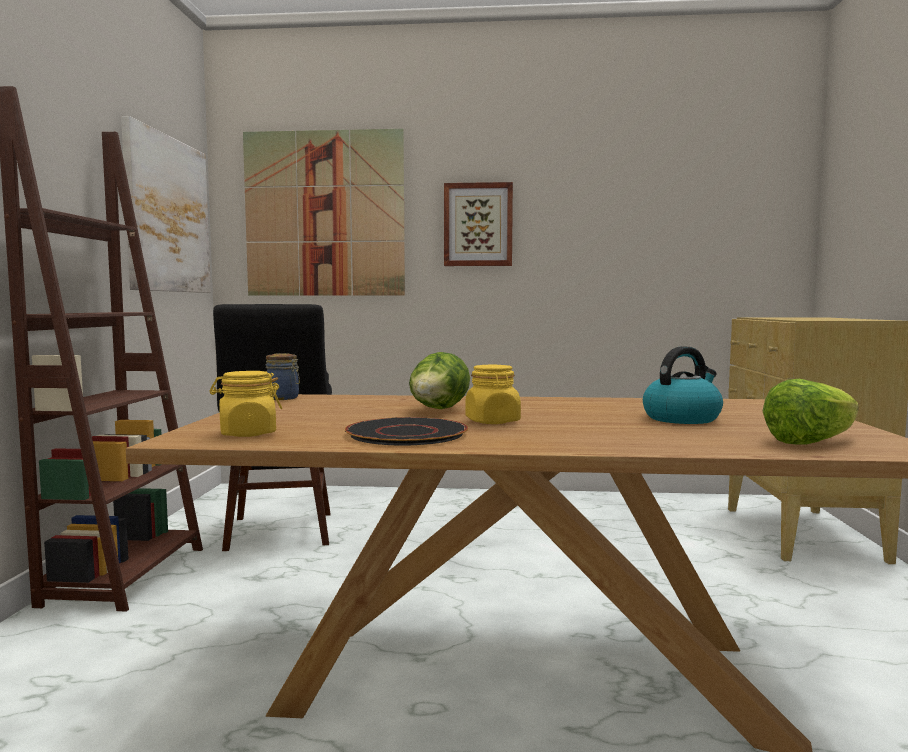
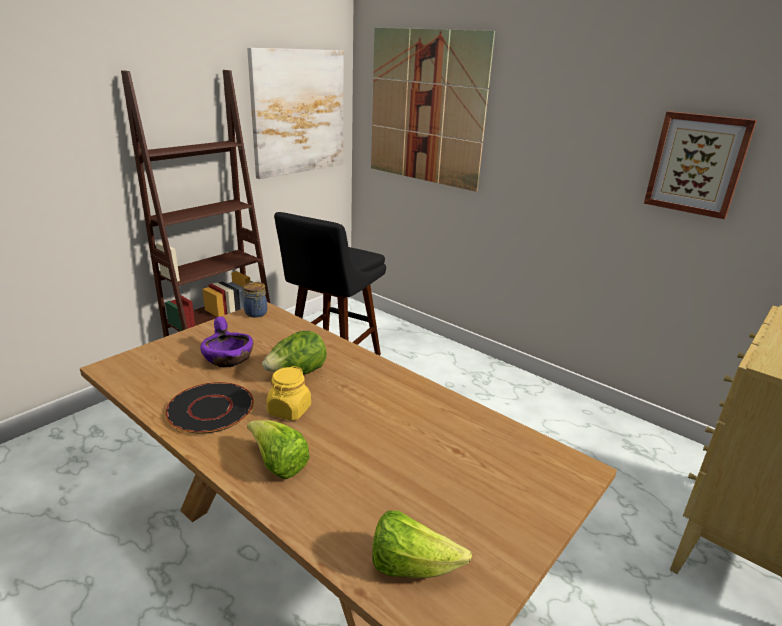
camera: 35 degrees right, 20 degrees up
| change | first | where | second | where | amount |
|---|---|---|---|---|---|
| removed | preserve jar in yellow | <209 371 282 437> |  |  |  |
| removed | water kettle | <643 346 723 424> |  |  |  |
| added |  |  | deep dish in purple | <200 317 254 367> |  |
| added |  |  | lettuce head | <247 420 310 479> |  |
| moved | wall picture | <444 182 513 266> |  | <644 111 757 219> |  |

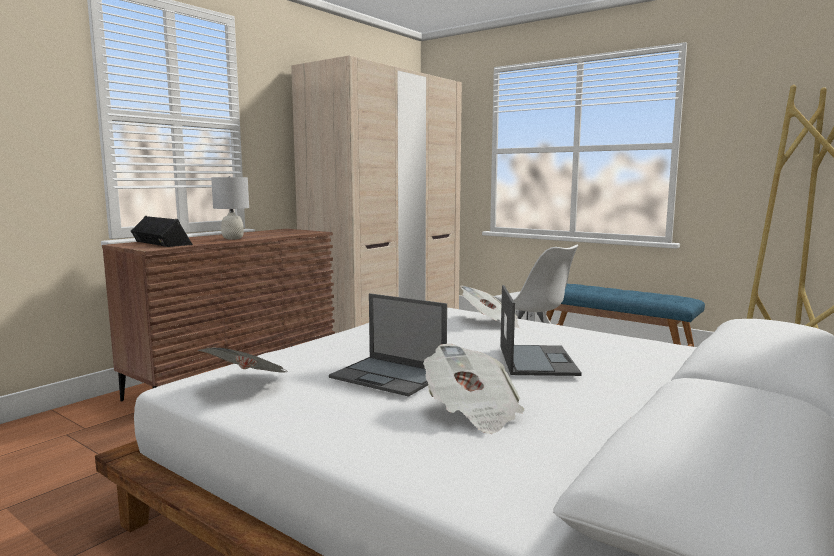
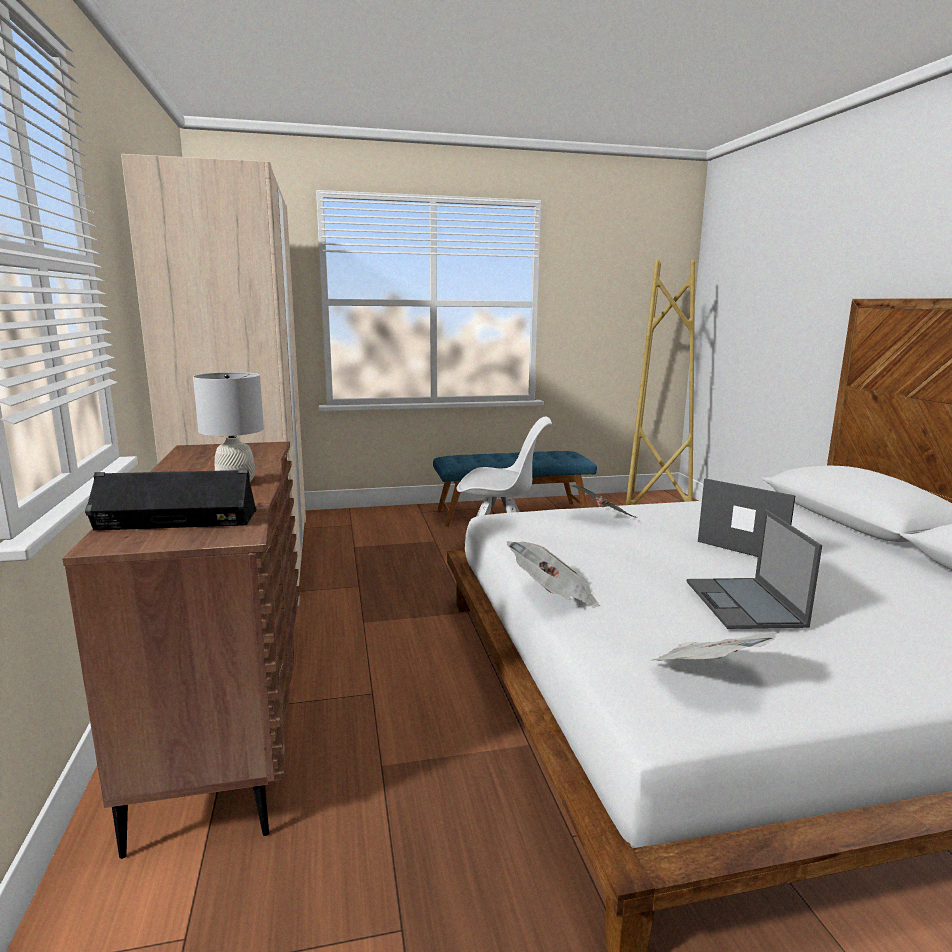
camera: 50 degrees left, 5 degrees up
| change | first | where | second | where | amount |
|---|---|---|---|---|---|
| moved | printed paper | <423 344 524 434> |  | <507 541 600 607> |  |
| turned | notebook computer | <329 293 447 397> |  | <687 509 822 629> | 105 degrees clockwise |

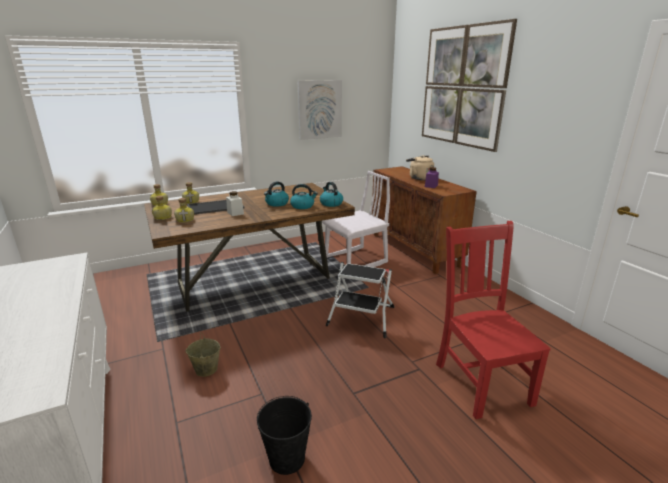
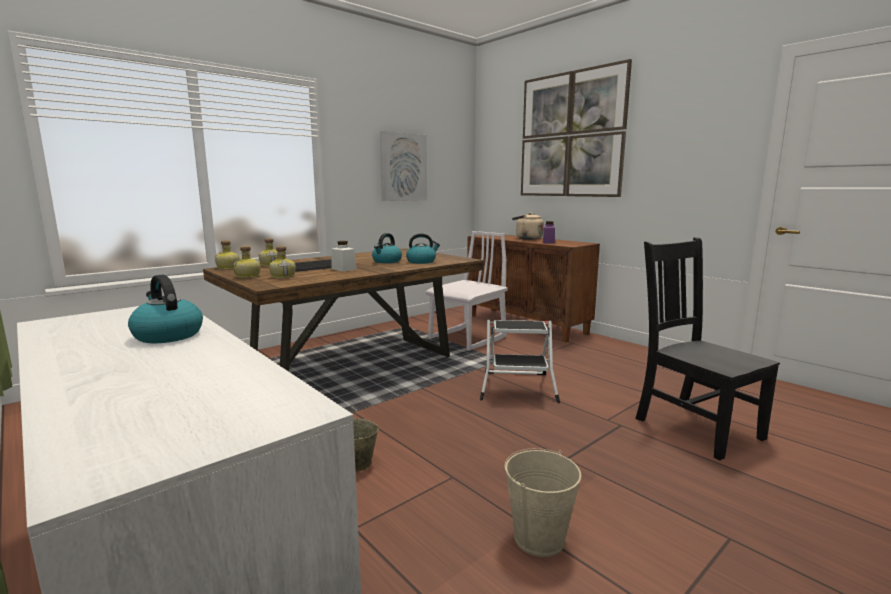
camera: 15 degrees left, 10 degrees down
| change | first | where | second | where | amount |
|---|---|---|---|---|---|
| moved | water kettle | <320 182 343 207> |  | <128 275 203 343> |  |
| recoloured | pail in black | <257 396 312 475> | pail in beige-coloured | <505 448 581 557> |  |
| recoloured | chair in red-coloured | <436 221 551 419> | chair in black | <635 237 780 461> |  |

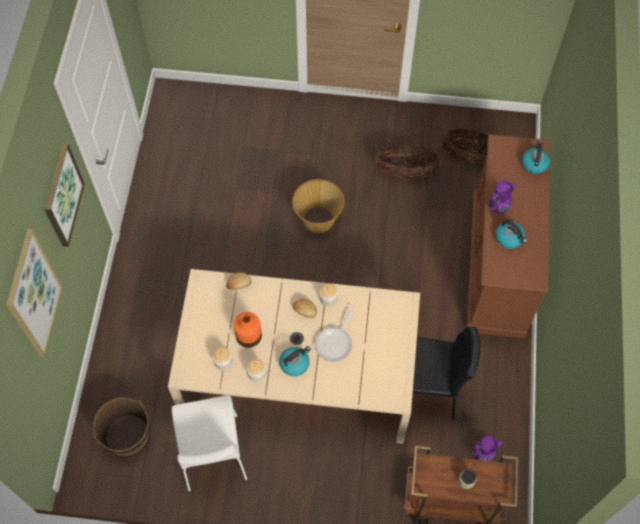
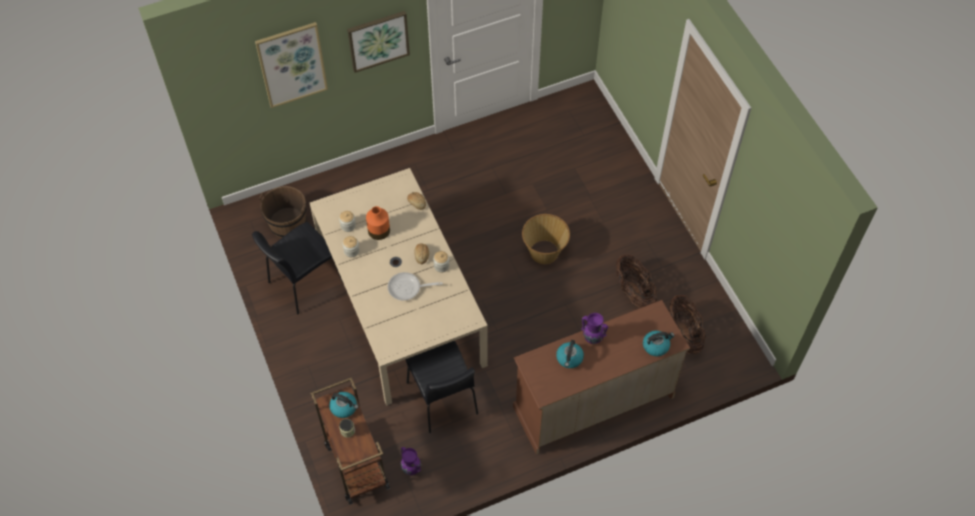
camera: 60 degrees right, 5 degrees down
| change | first | where | second | where | amount |
|---|---|---|---|---|---|
| moved | water kettle | <279 346 311 376> |  | <329 392 359 418> |  |
| recoloured | chair in white-coloured | <172 395 247 491> | chair in black | <252 222 343 314> |  |

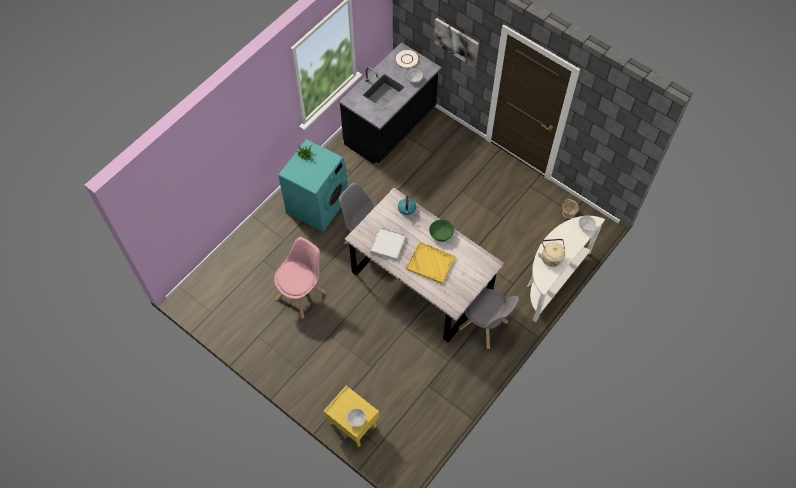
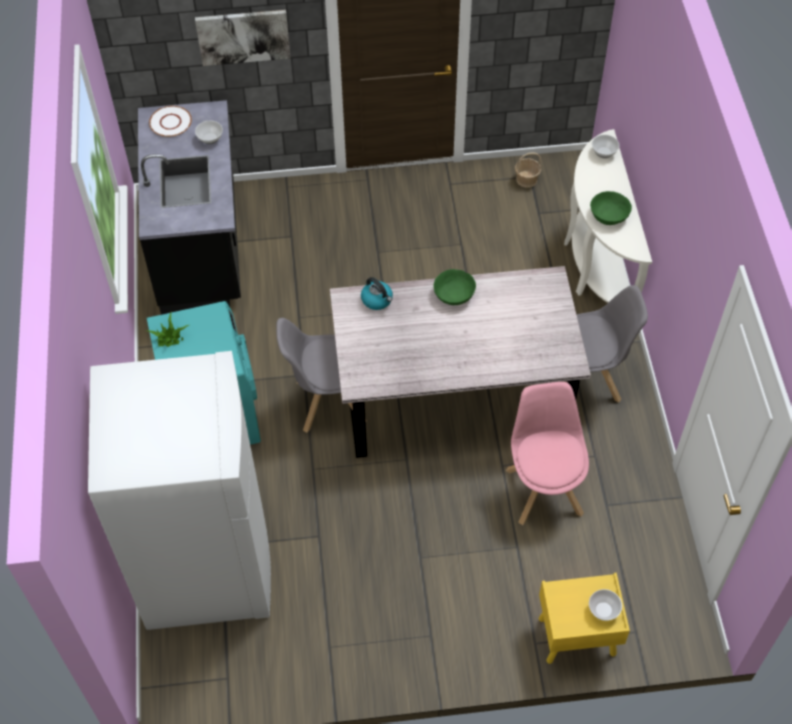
camera: 45 degrees left, 5 degrees down
| change | first | where | second | where | amount |
|---|---|---|---|---|---|
| removed | serving tray in white-coloured | <370 227 406 260> |  |  |  |
| removed | serving tray in yellow | <406 242 456 284> |  |  |  |
| added |  |  | refrigerator in white-coloured | <88 351 271 630> |  |
| moved | chair in pinkish | <274 237 325 318> |  | <505 382 589 525> |  |
| replaced | water kettle in beige-coloured | <538 239 565 267> | deep dish in green-coloured | <590 191 632 225> |  |

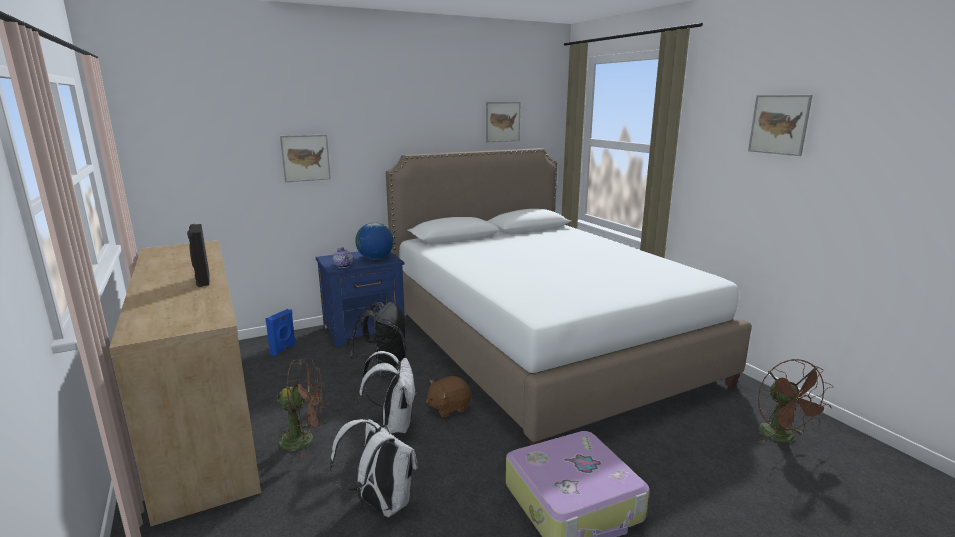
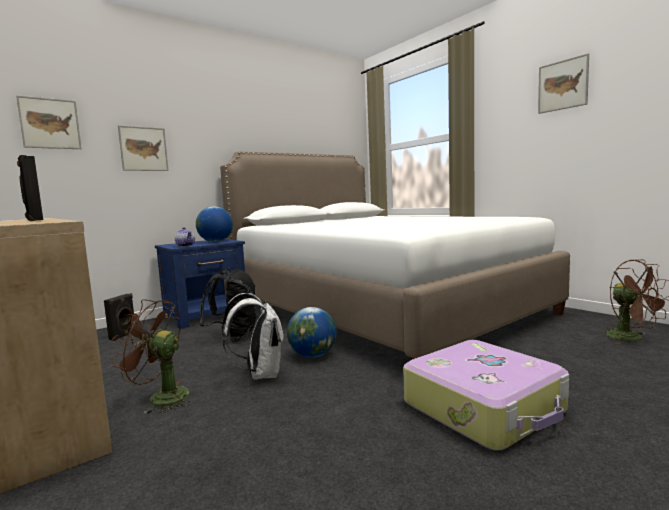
camera: 10 degrees left, 10 degrees down
| change | first | where | second | where | amount |
|---|---|---|---|---|---|
| removed | backpack in white-coloured | <330 419 418 517> |  |  |  |
| moved | wall picture | <486 102 521 142> |  | <16 95 82 149> |  |
| replaced | soft toy in brown-coloured | <426 376 471 417> | world globe | <287 307 337 357> |  |
| recoloured | audio speaker in bluish | <265 309 296 356> | audio speaker in black | <104 293 134 341> |  |
| turned | cooling fan in brown-coloured | <272 358 327 458> |  | <111 299 192 414> | 150 degrees counterclockwise |

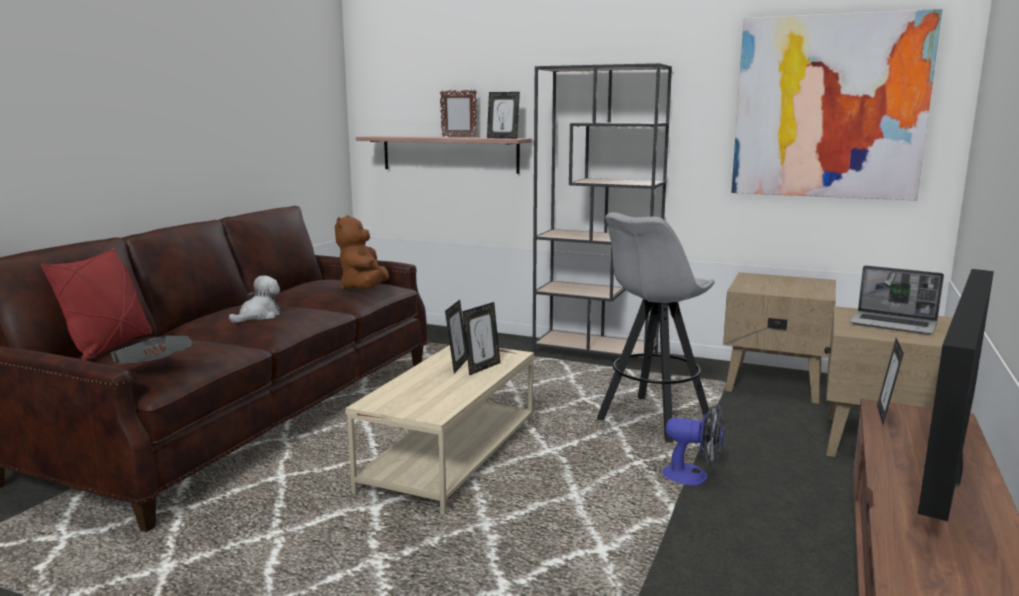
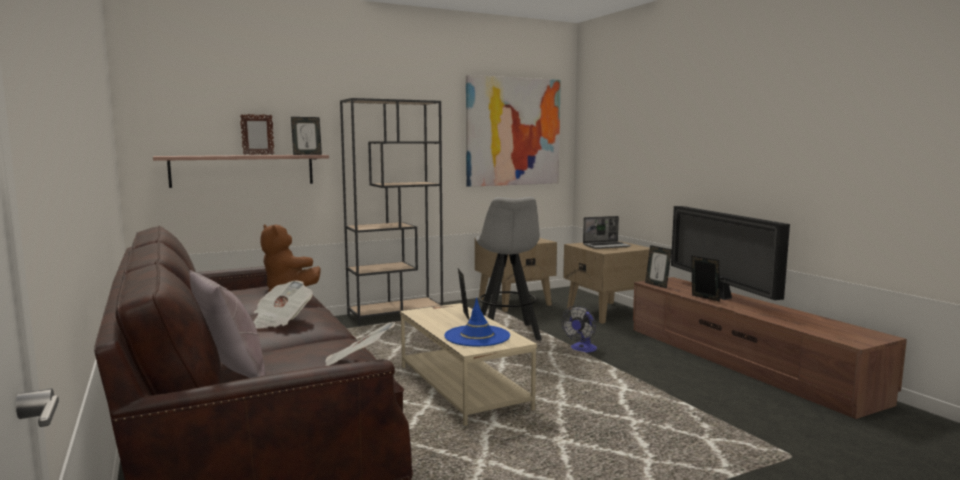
camera: 50 degrees left, 5 degrees down
| change | first | where | second | where | amount |
|---|---|---|---|---|---|
| added |  |  | wearable hat in bluish | <444 298 510 346> |  |
| moved | photo frame | <445 300 468 373> |  | <691 255 720 302> |  |
| replaced | soft toy | <229 276 280 323> | printed paper | <254 281 313 329> |  |
| recoloured | throw pillow in red-coloured | <41 248 152 361> | throw pillow in purple | <190 270 266 378> |  |
| turned | cooling fan | <662 404 724 486> |  | <561 306 597 353> | 150 degrees clockwise |

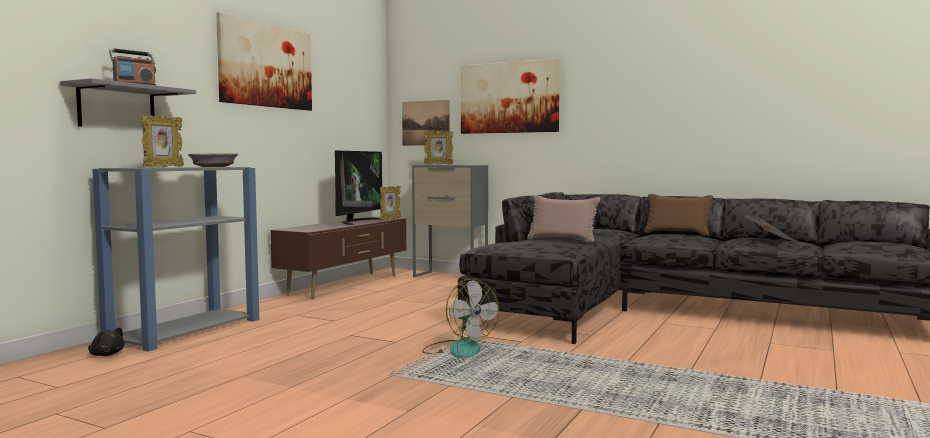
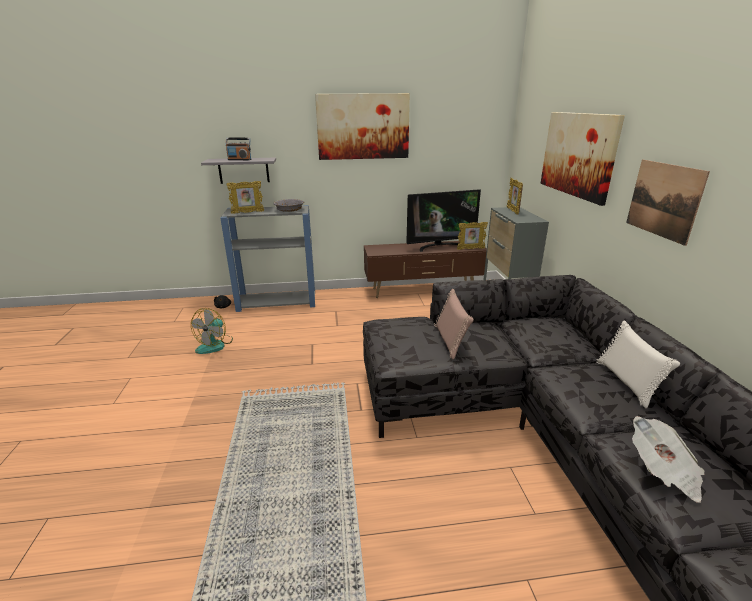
camera: 55 degrees right, 20 degrees up
| change | first | where | second | where | amount |
|---|---|---|---|---|---|
| moved | wall picture | <402 100 450 146> |  | <626 160 710 246> |  |
| moved | cooling fan | <422 279 499 358> |  | <191 308 233 354> |  |
| recoloured | throw pillow in brown-coloured | <644 194 713 236> | throw pillow in white-coloured | <597 321 680 408> |  |

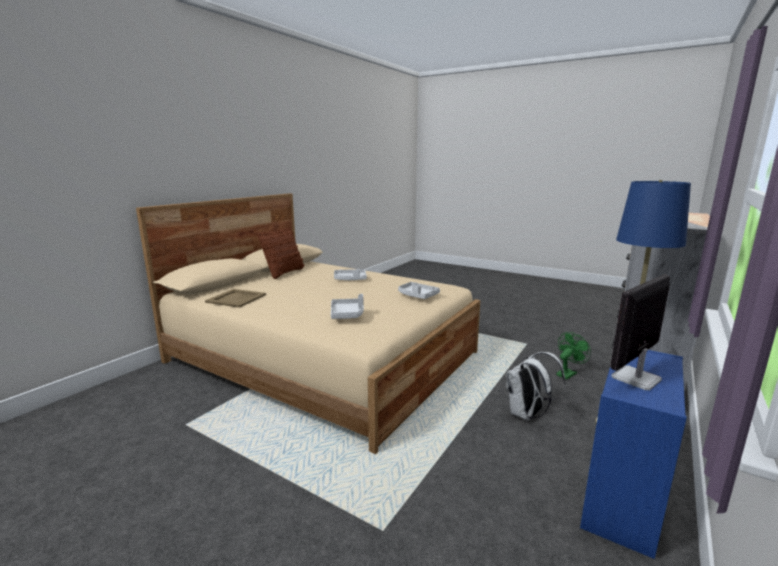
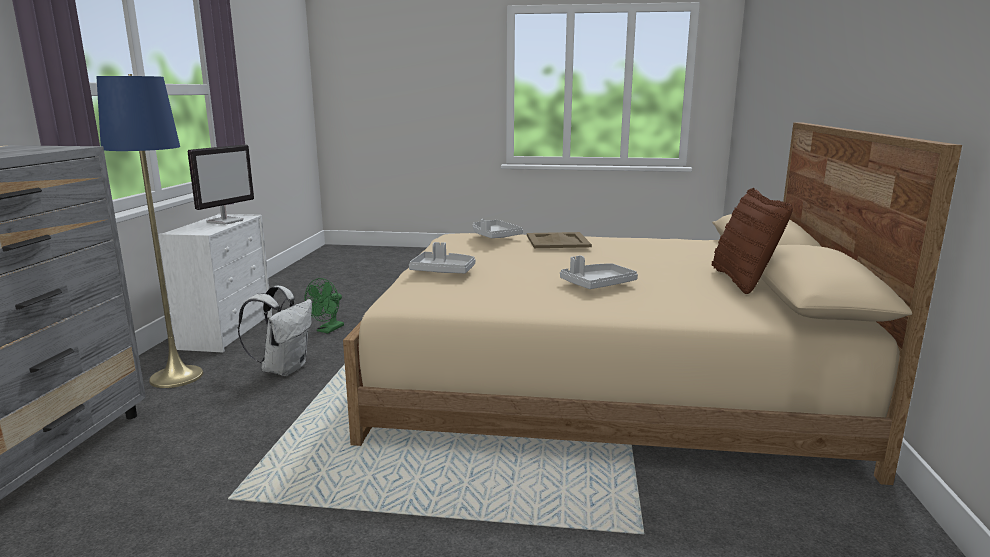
camera: 155 degrees right, 0 degrees up
| change | first | where | second | where | amount |
|---|---|---|---|---|---|
| moved | serving tray in beige-coloured | <205 289 266 308> |  | <527 232 592 248> |  |
| moved | cooling fan in green-coloured | <556 332 591 379> |  | <305 278 344 333> |  |
| recoloured | chest of drawers in bluish | <580 350 687 559> | chest of drawers in white-coloured | <158 214 272 353> |  |

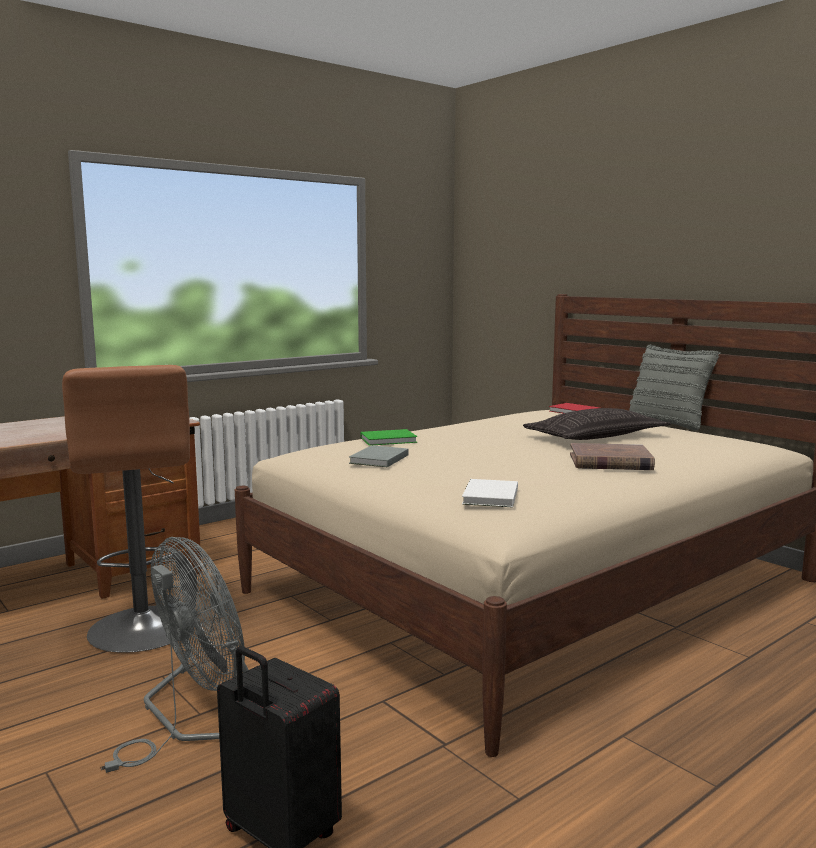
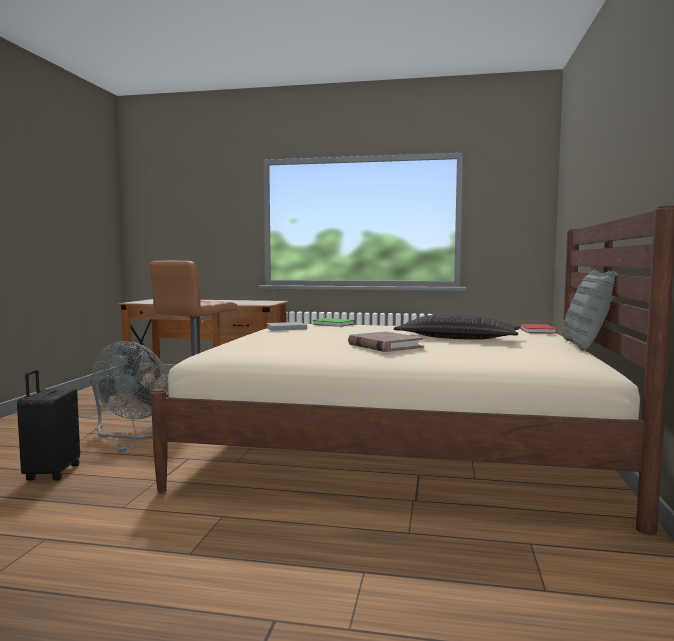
camera: 50 degrees right, 5 degrees down
| change | first | where | second | where | amount |
|---|---|---|---|---|---|
| removed | book in white-coloured | <462 479 518 507> |  |  |  |
| turned | cooling fan in greyish | <102 537 249 773> |  | <89 341 168 452> | 90 degrees counterclockwise |

